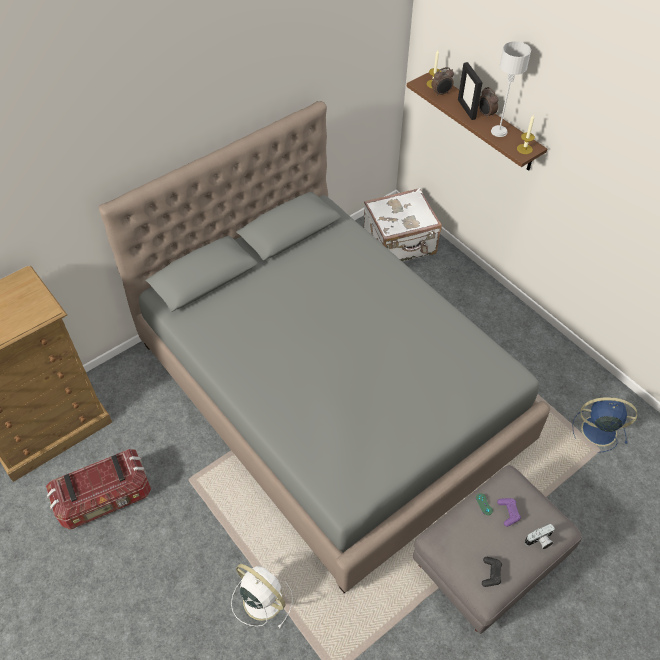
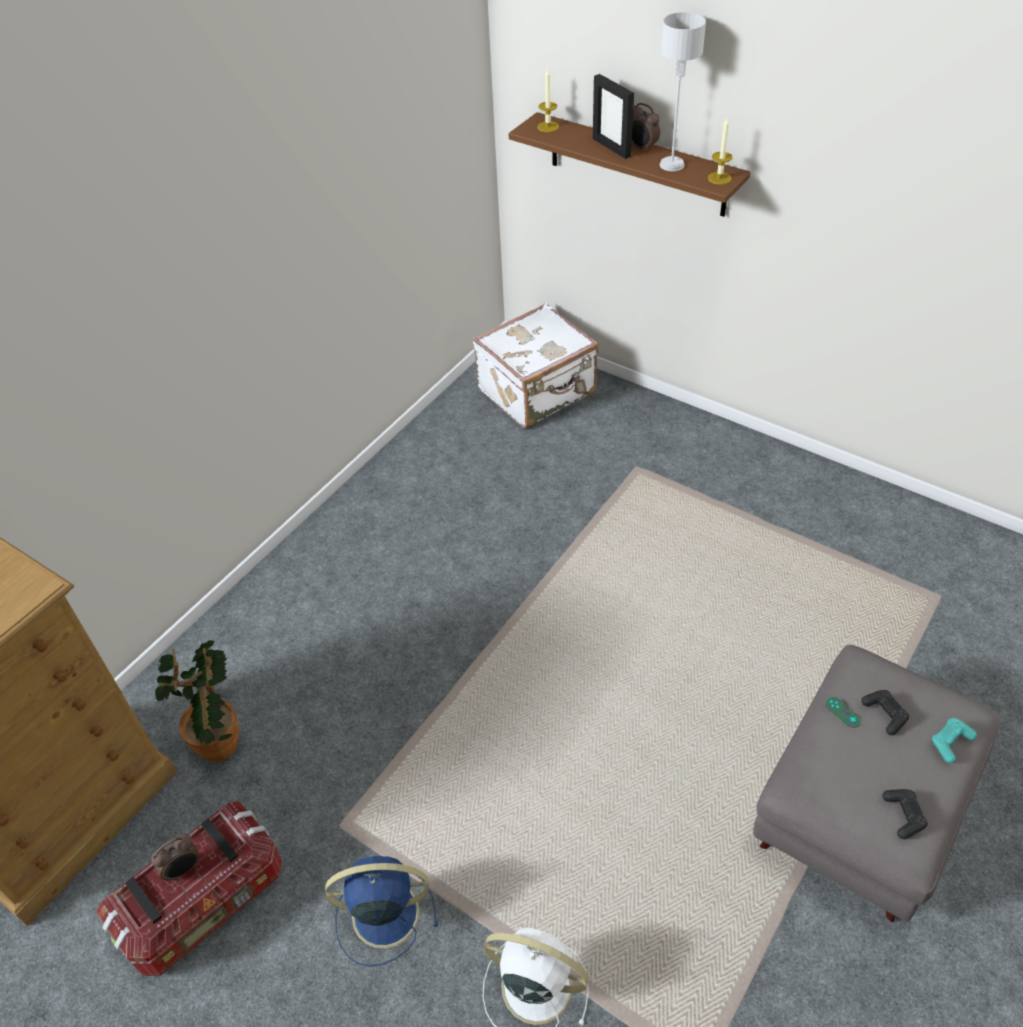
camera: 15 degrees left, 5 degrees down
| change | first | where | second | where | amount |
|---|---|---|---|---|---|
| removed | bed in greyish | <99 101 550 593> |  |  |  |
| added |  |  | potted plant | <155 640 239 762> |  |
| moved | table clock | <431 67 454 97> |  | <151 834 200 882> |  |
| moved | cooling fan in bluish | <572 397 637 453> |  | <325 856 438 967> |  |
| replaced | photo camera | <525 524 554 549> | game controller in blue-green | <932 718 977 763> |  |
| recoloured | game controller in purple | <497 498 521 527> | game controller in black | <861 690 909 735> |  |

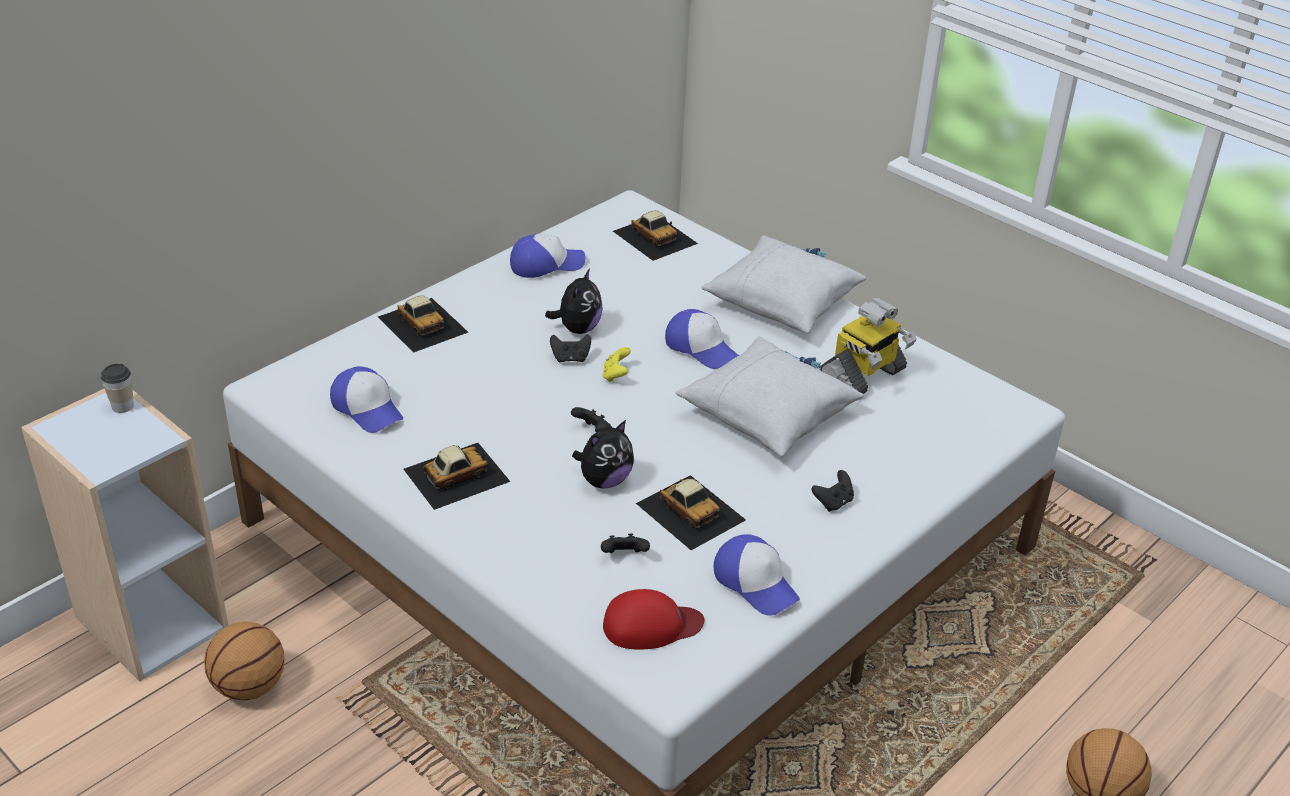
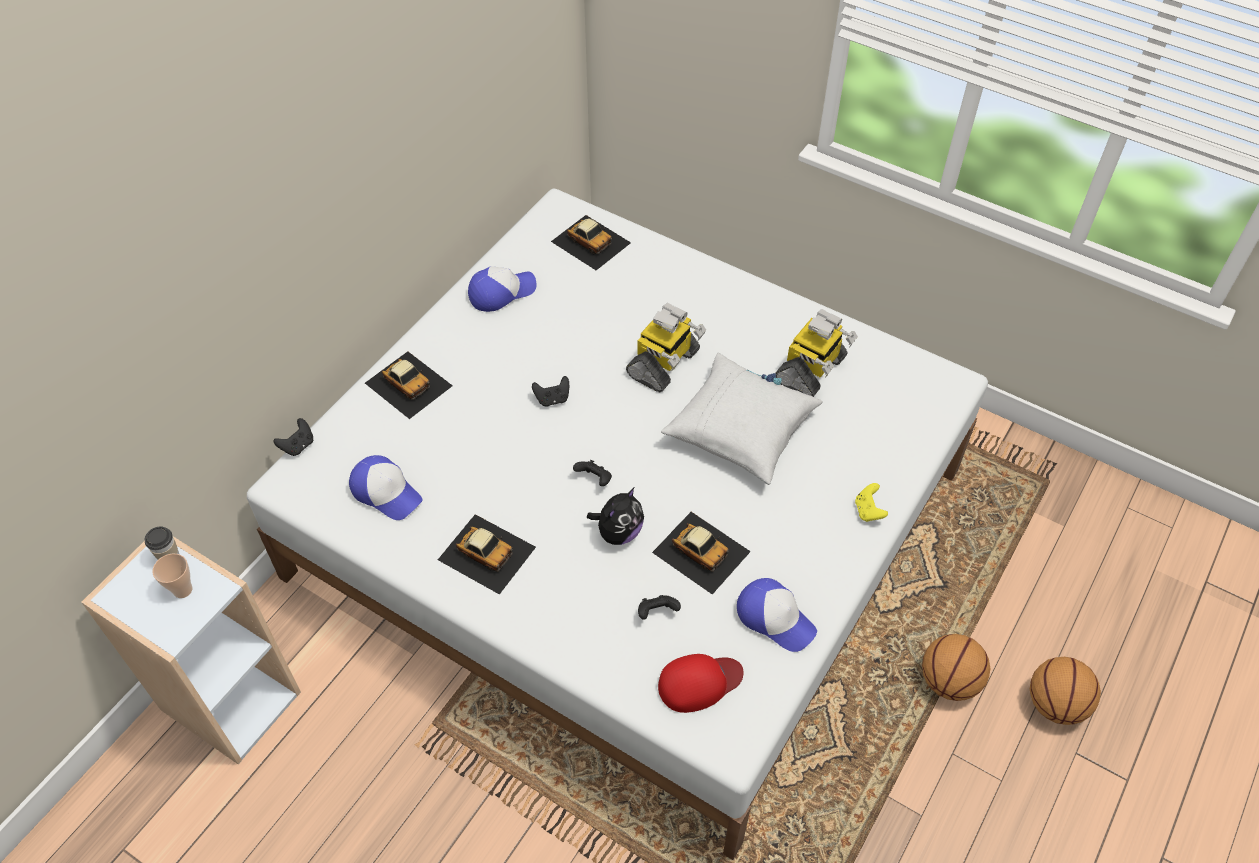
camera: 10 degrees left, 15 degrees up
| change | first | where | second | where | amount |
|---|---|---|---|---|---|
| removed | soft toy | <545 268 603 334> |  |  |  |
| removed | throw pillow in greyish | <701 235 867 334> |  |  |  |
| added |  |  | small cup | <152 554 193 598> |  |
| moved | basketball | <204 621 284 701> |  | <922 634 991 701> |  |
| moved | game controller in yellow | <603 347 631 382> |  | <855 483 888 522> |  |
| moved | game controller in black | <812 470 854 512> |  | <273 418 313 456> |  |
| replaced | cap | <665 309 739 369> | robot figure | <626 303 706 392> |  |
| turned | model car | <404 443 510 510> |  | <438 514 536 595> | 75 degrees clockwise |

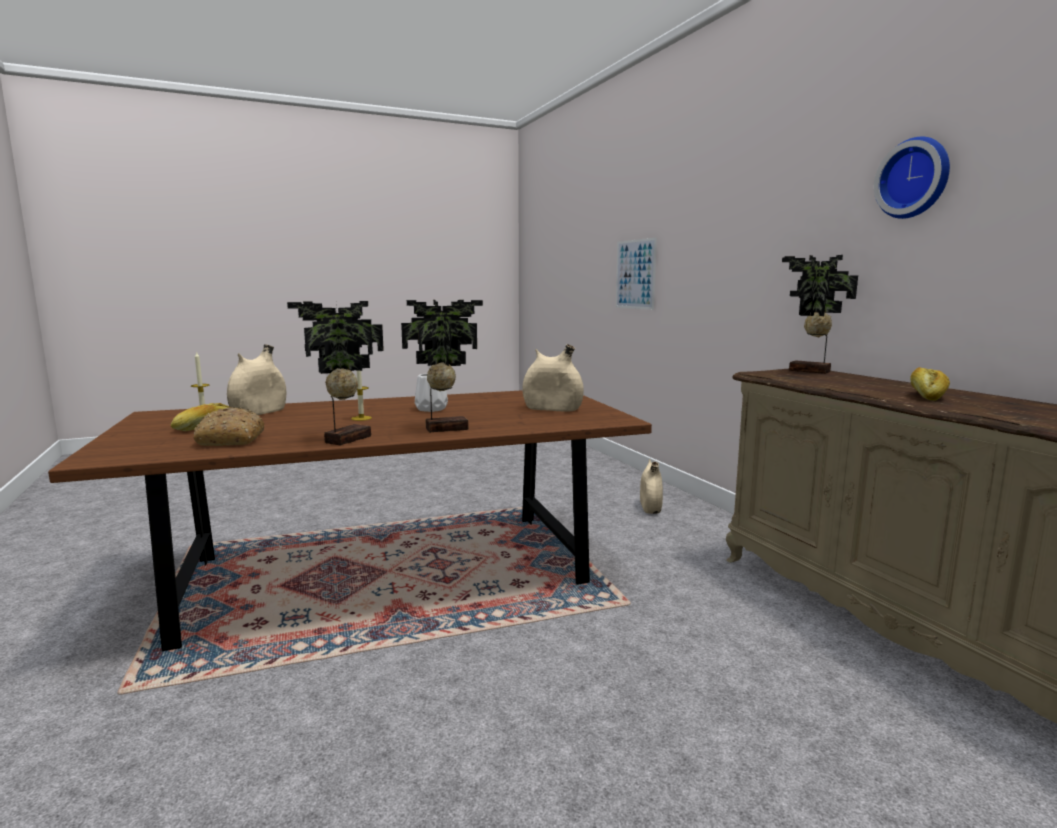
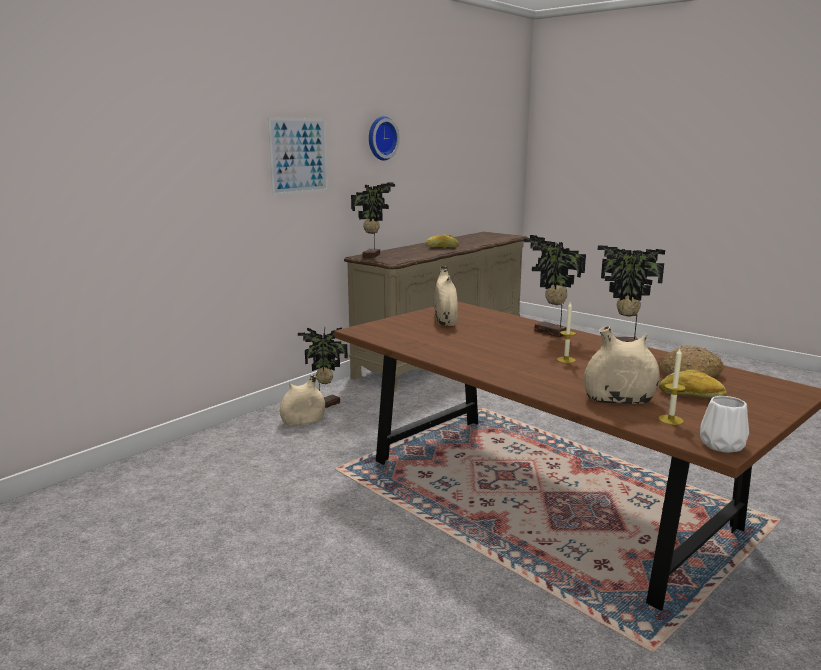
camera: 115 degrees left, 5 degrees up
| change | first | where | second | where | amount |
|---|---|---|---|---|---|
| added |  |  | potted plant | <298 327 348 408> |  |
| moved | vase in white-coloured | <415 373 448 412> |  | <700 396 749 453> |  |
| moved | wall picture | <616 237 657 310> |  | <268 118 328 195> |  |

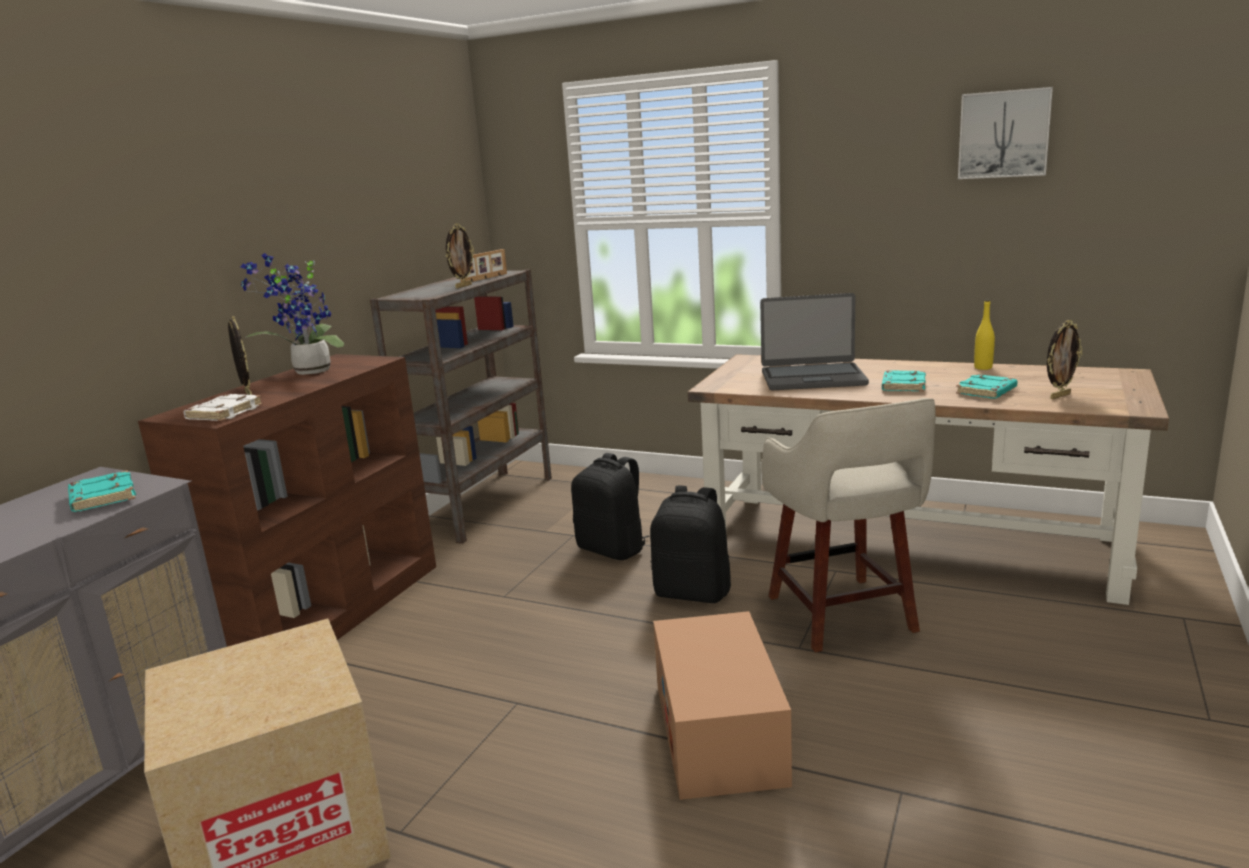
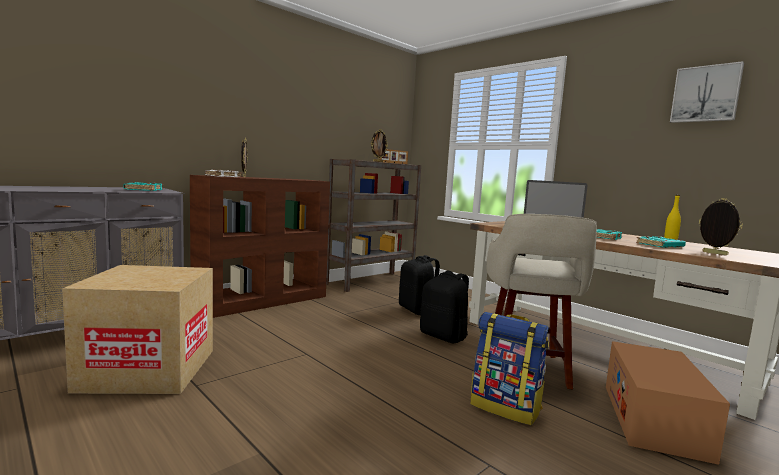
camera: 20 degrees right, 10 degrees down
| change | first | where | second | where | amount |
|---|---|---|---|---|---|
| removed | potted plant | <241 253 344 375> |  |  |  |
| added |  |  | backpack | <471 312 549 425> |  |
| moved | cardboard box | <653 611 792 800> |  | <606 341 730 465> |  |
| turned | photo frame | <1047 320 1082 399> |  | <699 198 743 255> | 120 degrees counterclockwise |

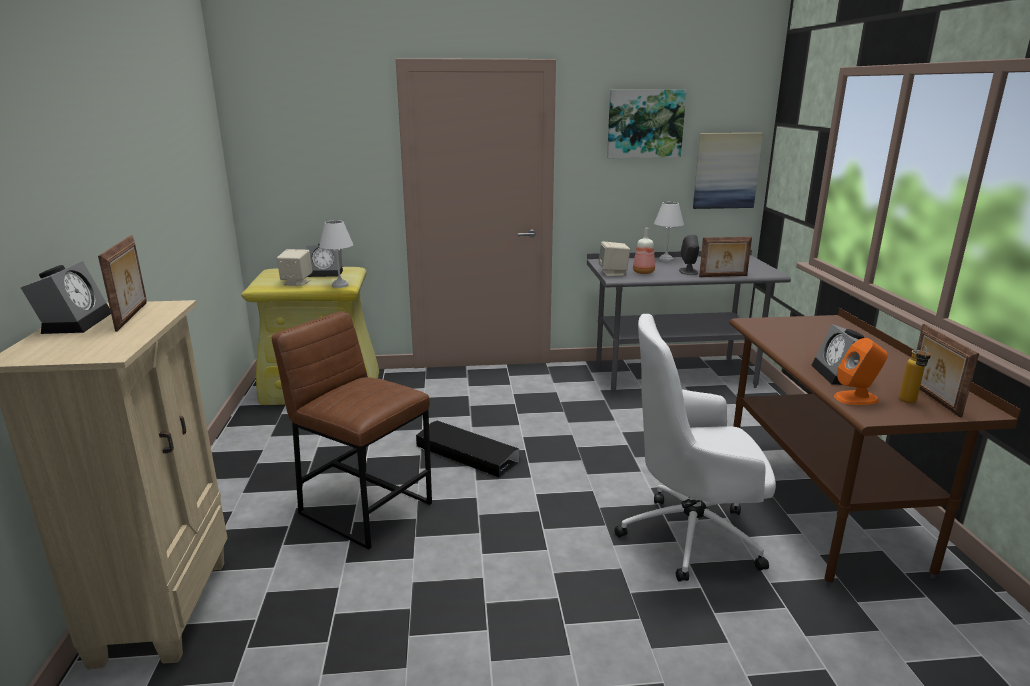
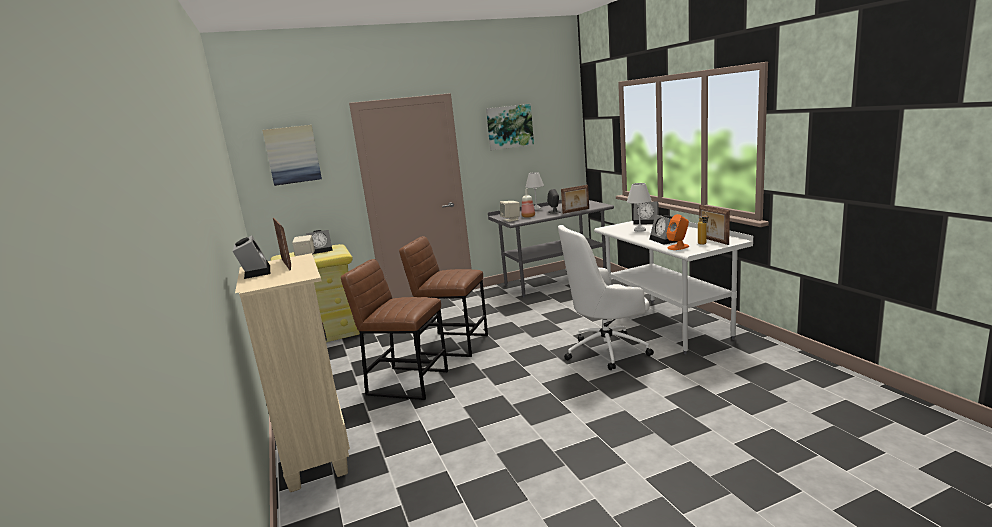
camera: 15 degrees left, 5 degrees down
| change | first | where | second | where | amount |
|---|---|---|---|---|---|
| added |  |  | table clock | <633 201 659 225> |  |
| moved | lamp for a table in white-coloured | <319 220 353 288> |  | <627 183 652 232> |  |
| moved | wall picture | <693 133 763 209> |  | <262 125 322 186> |  |
| replaced | storage container in black | <416 421 519 477> | chair in brown-coloured | <399 236 488 357> |  |
| recoloured | desk table in brown-coloured | <729 308 1021 587> | desk table in white-coloured | <594 215 753 354> |  |

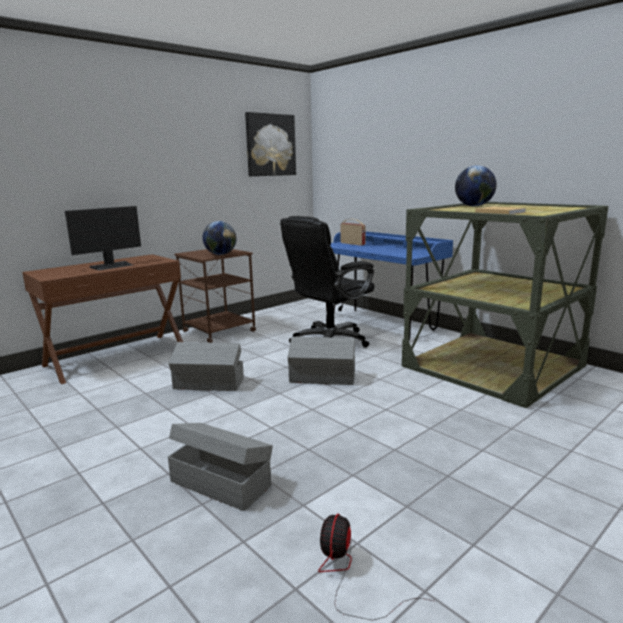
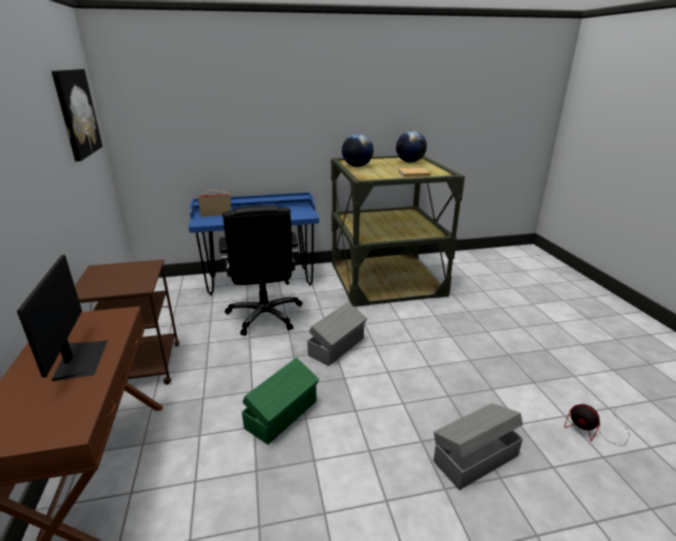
camera: 60 degrees left, 10 degrees up
| change | first | where | second | where | amount |
|---|---|---|---|---|---|
| moved | world globe | <202 221 237 255> |  | <396 131 427 163> |  |
| recoloured | storage container in greyish | <168 342 244 391> | storage container in green-coloured | <242 358 319 444> |  |

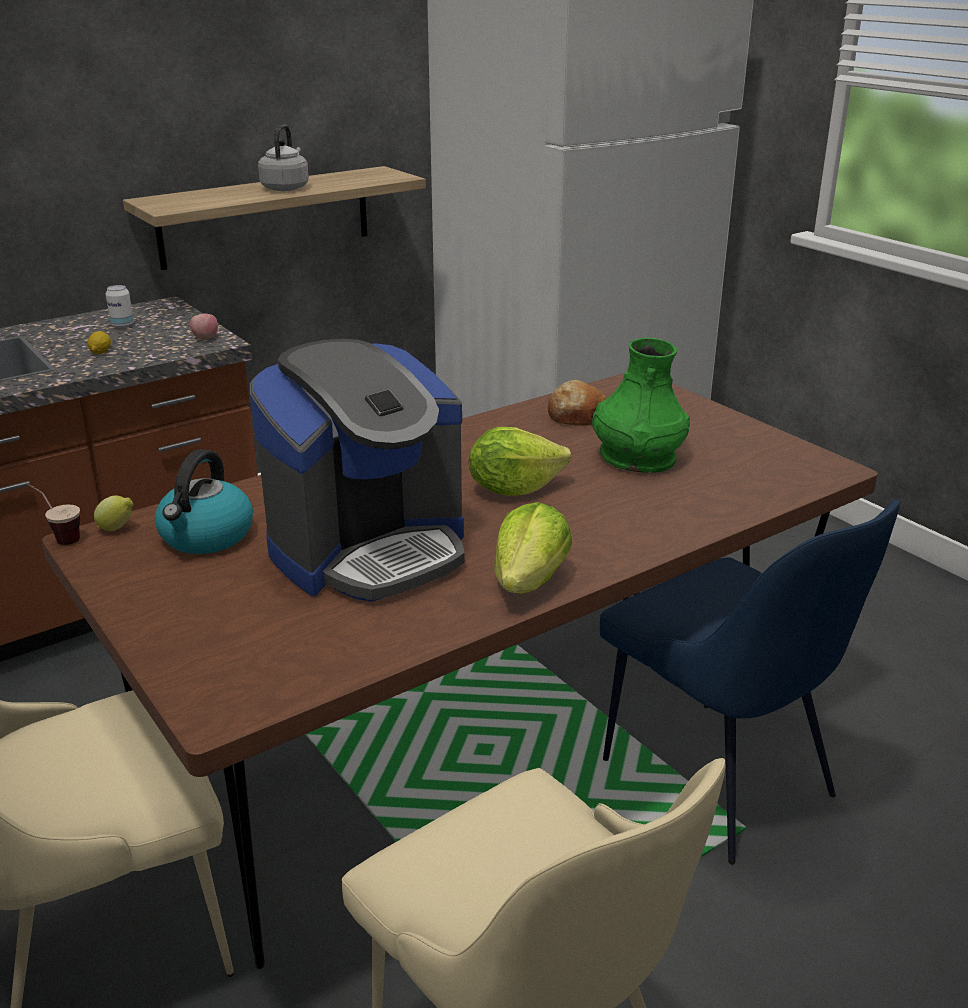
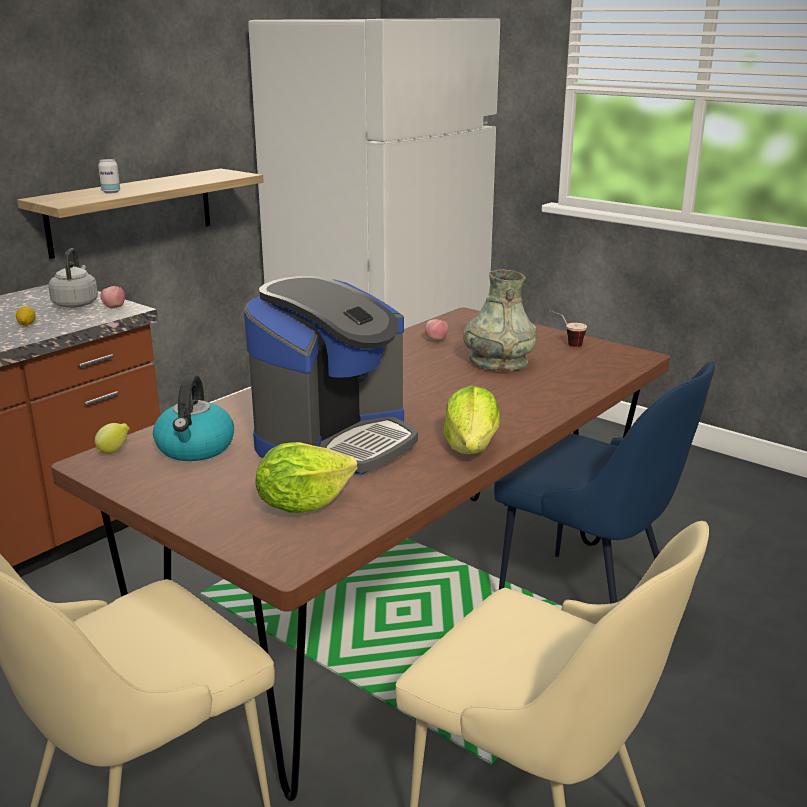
camera: 15 degrees left, 5 degrees down
| change | first | where | second | where | amount |
|---|---|---|---|---|---|
| moved | small cup | <26 483 80 545> |  | <550 310 587 347> |  |
| moved | metal can | <106 285 134 328> |  | <98 159 120 194> |  |
| moved | water kettle in greyish | <258 124 309 191> |  | <48 248 98 308> |  |
| moved | lettuce head | <469 427 571 496> |  | <255 442 357 513> |  |
| replaced | bread | <547 380 606 426> | apple | <425 319 448 341> |  |
| recoloured | vase in green-coloured | <592 338 690 473> | vase in greyish | <463 270 537 371> |  |

